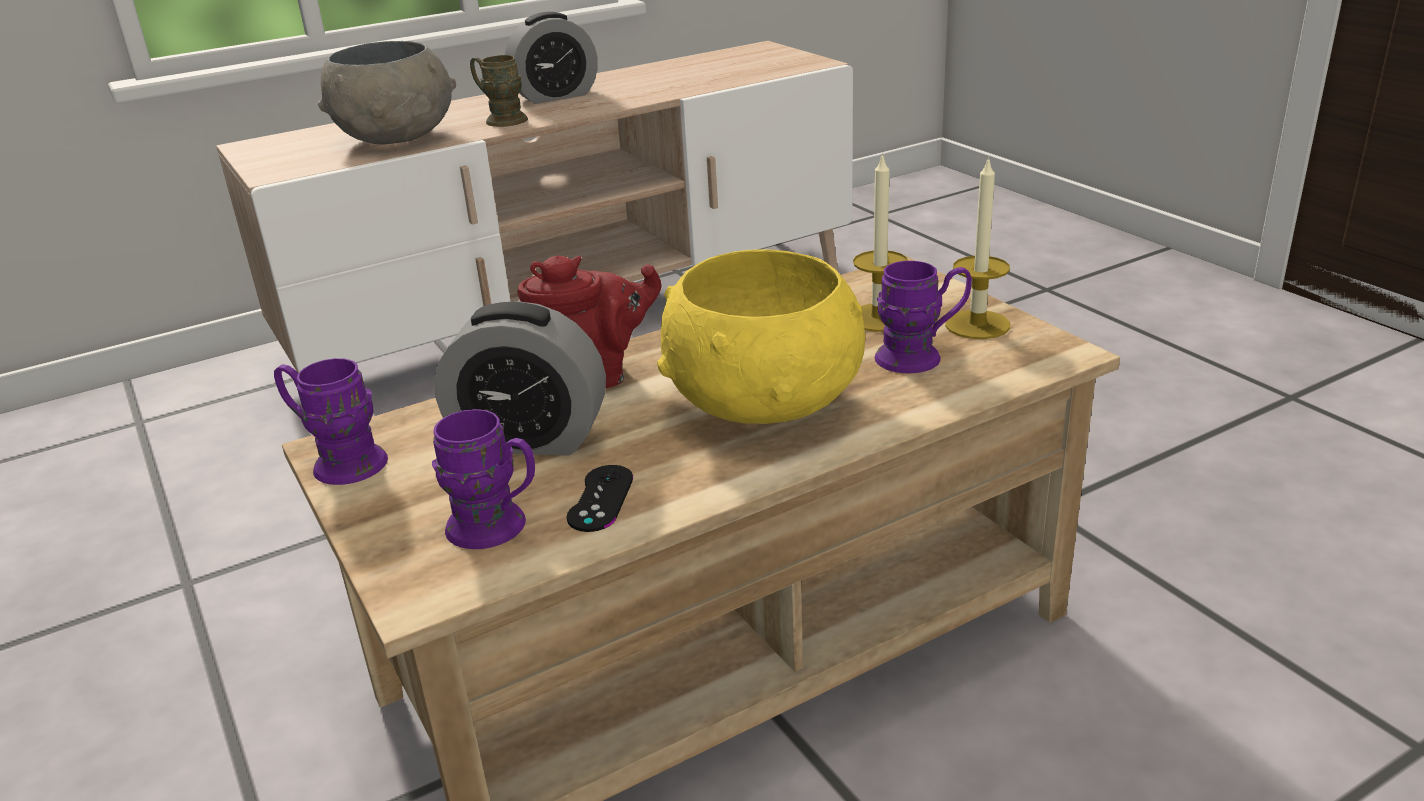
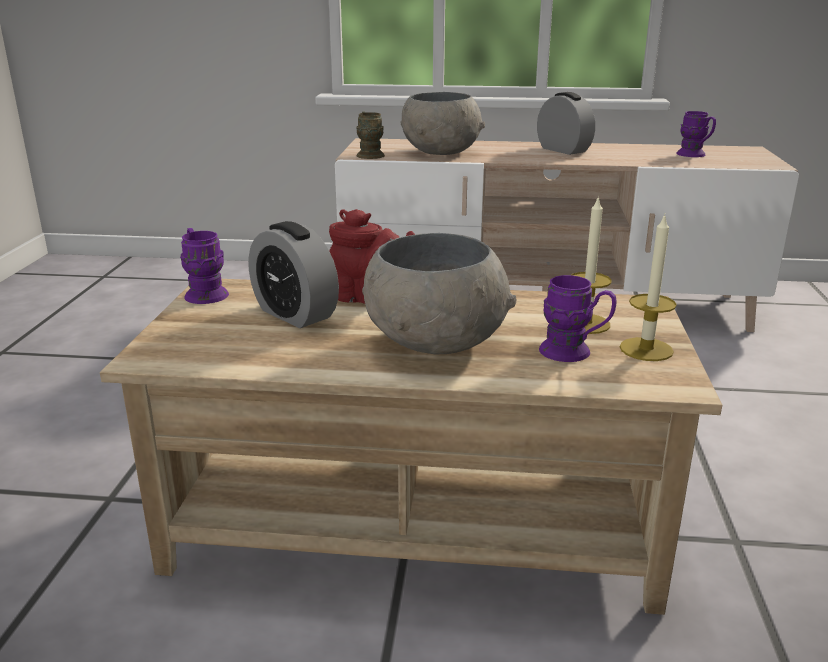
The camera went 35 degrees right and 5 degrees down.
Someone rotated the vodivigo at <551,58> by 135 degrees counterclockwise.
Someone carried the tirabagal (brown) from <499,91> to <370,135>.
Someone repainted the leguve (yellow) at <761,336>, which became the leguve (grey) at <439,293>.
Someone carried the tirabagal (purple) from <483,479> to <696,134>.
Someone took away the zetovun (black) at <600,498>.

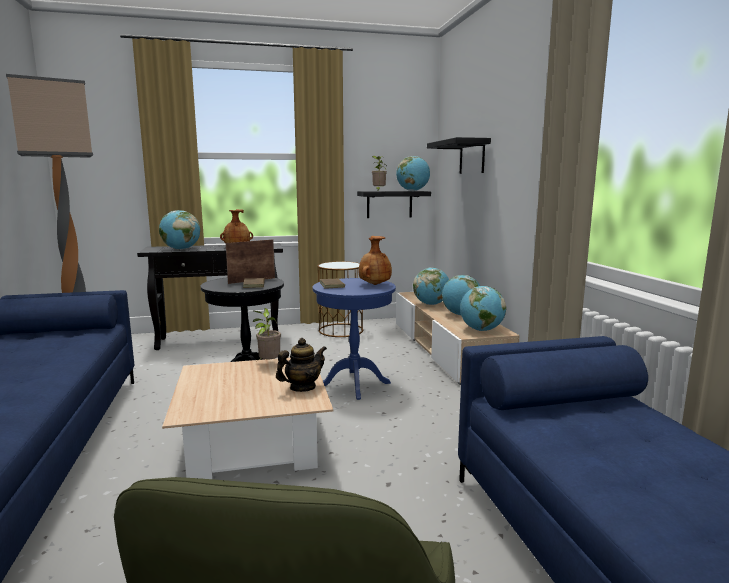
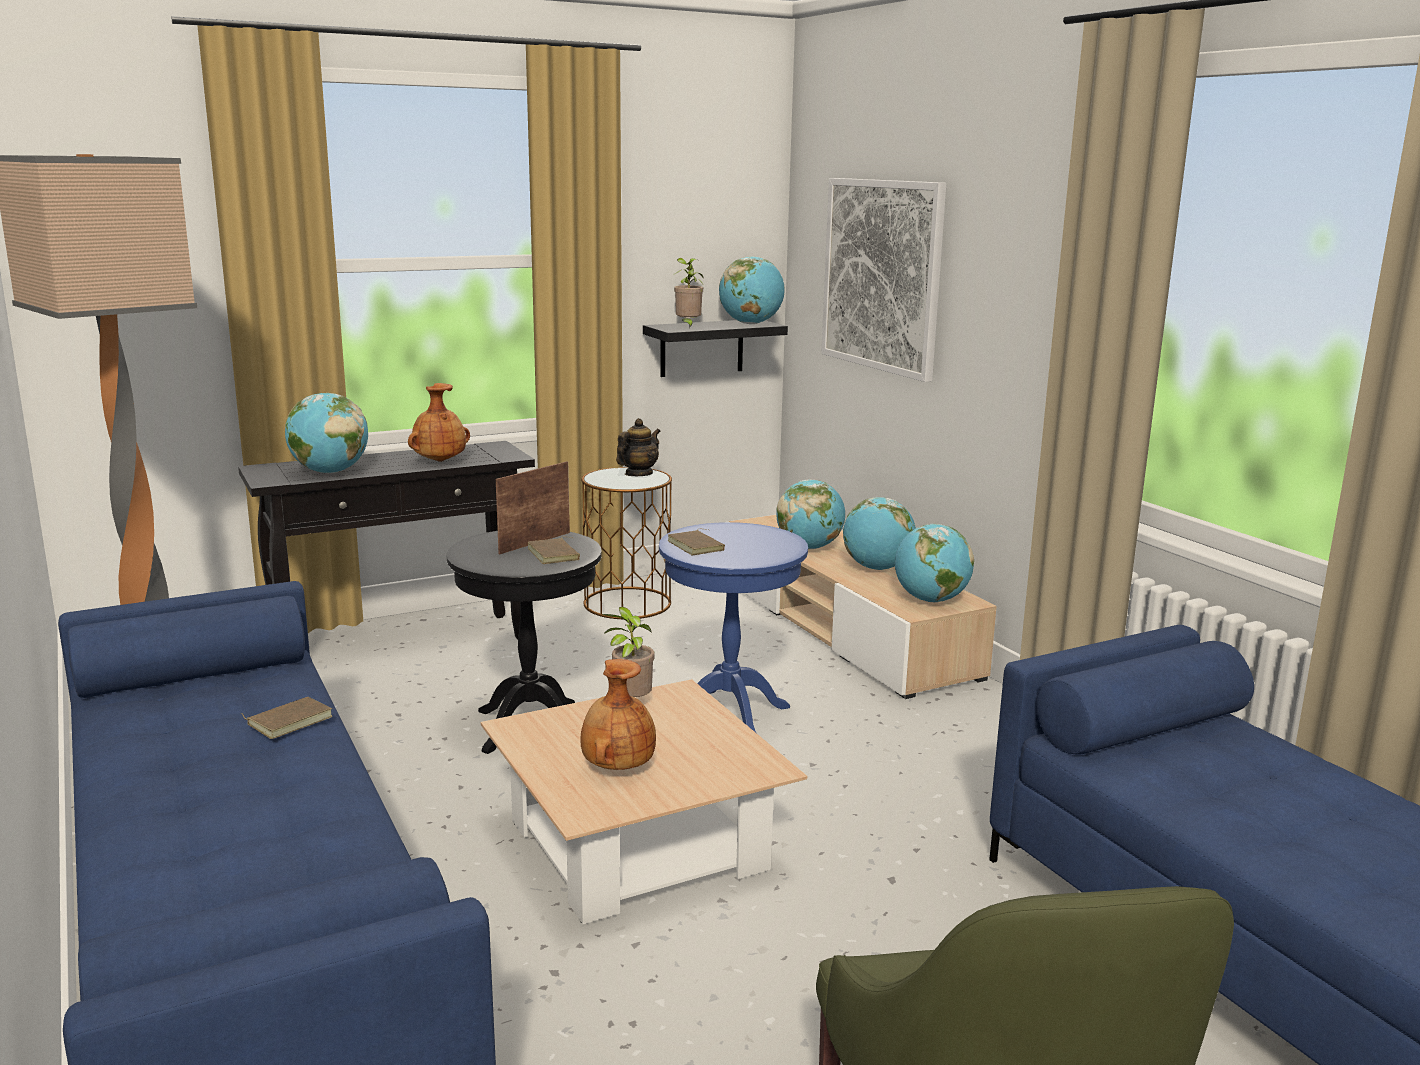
The camera went 15 degrees left and 5 degrees up.
Someone swapped the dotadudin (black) at <459,155> for the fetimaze at <883,280>.
Someone carried the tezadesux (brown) from <375,260> to <618,714>.
Someone carried the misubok from <301,365> to <638,447>.
Someone put down the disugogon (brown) at <286,718>.

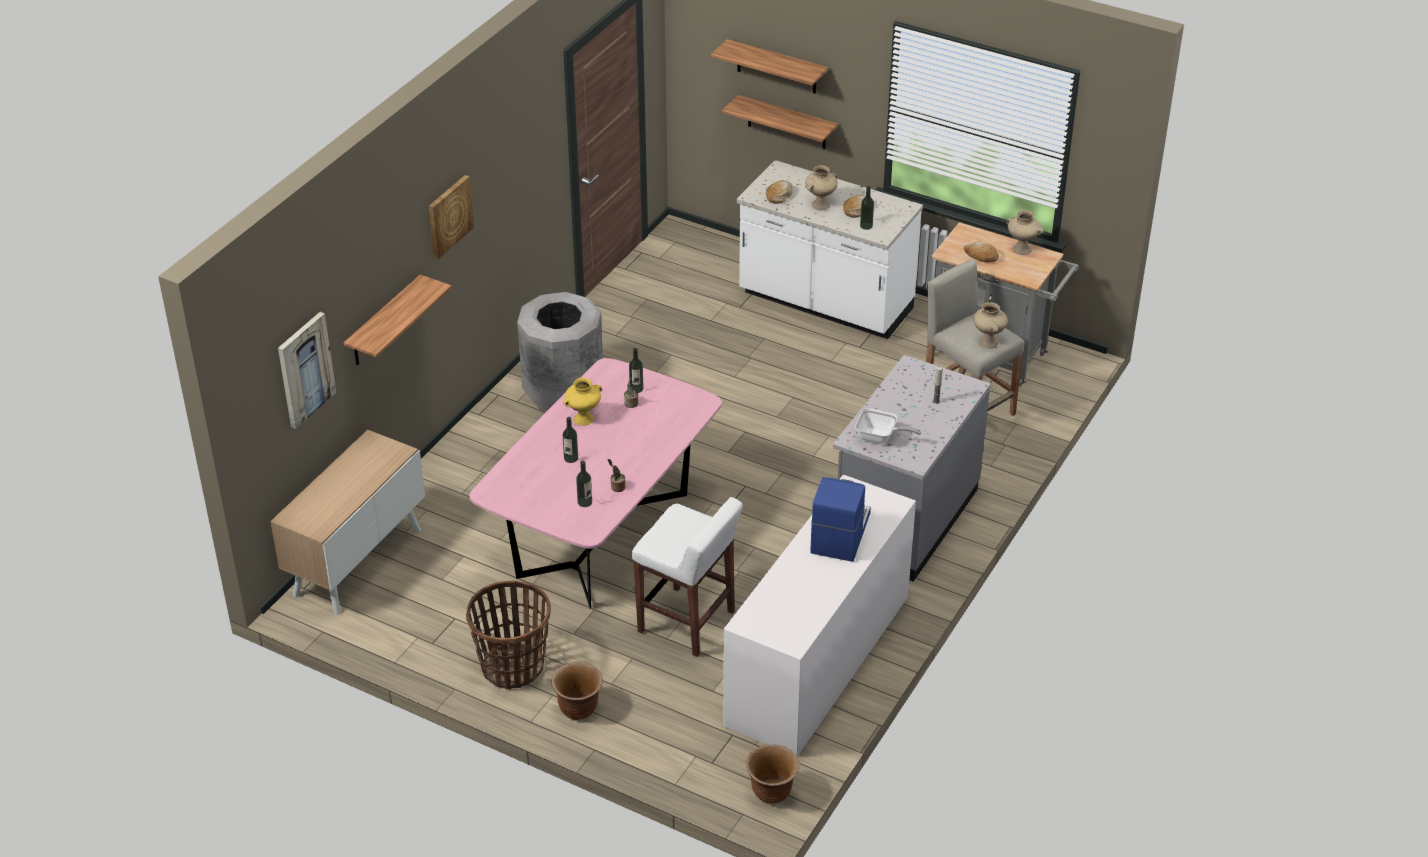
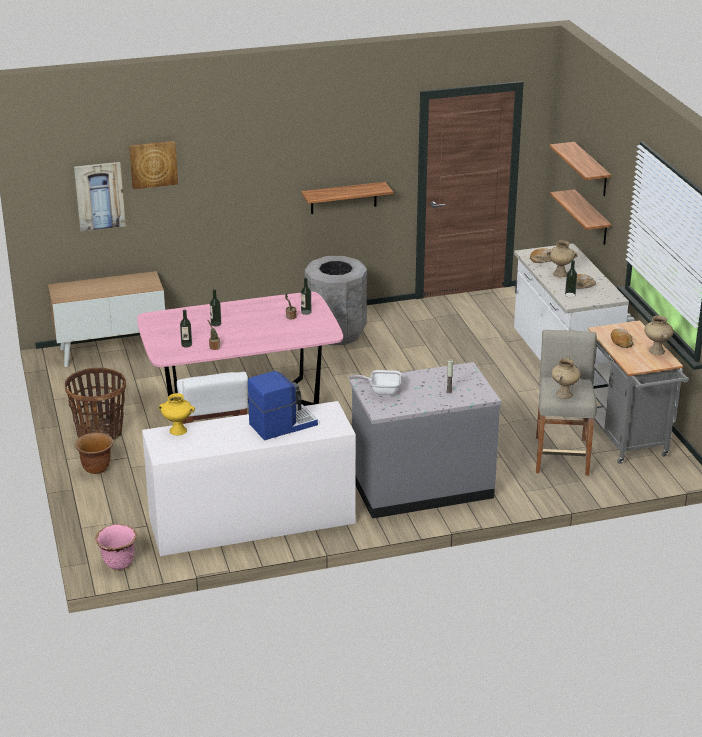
The camera went 45 degrees right and 10 degrees down.
Someone carried the fetimaze from <451,217> to <153,165>.
Someone carried the dotadudin from <398,320> to <347,198>.
Someone carried the tezadesux (yellow) from <582,401> to <177,414>.
Someone rotated the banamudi at <888,426> by 120 degrees clockwise.
Someone repainted the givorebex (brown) at <773,774>, which became the givorebex (pink) at <116,547>.

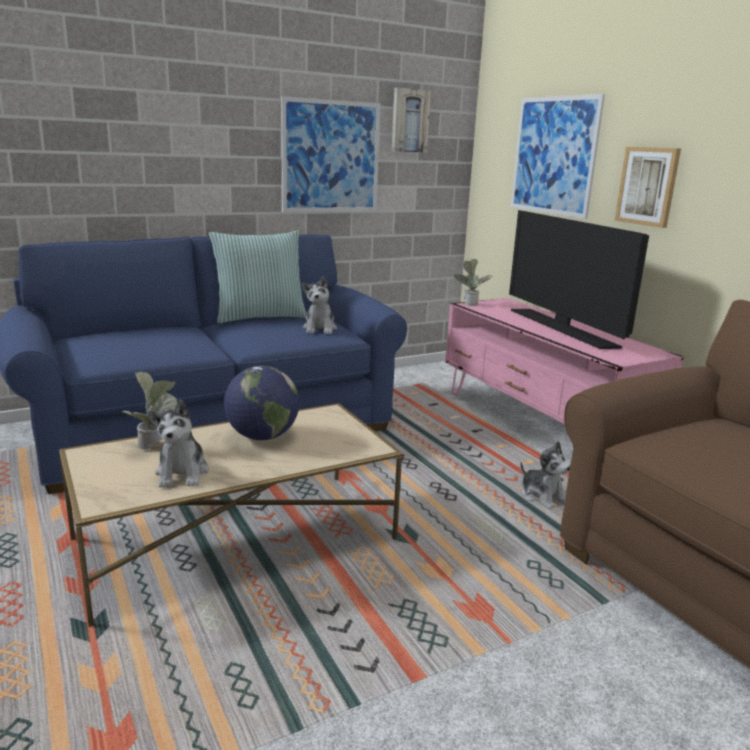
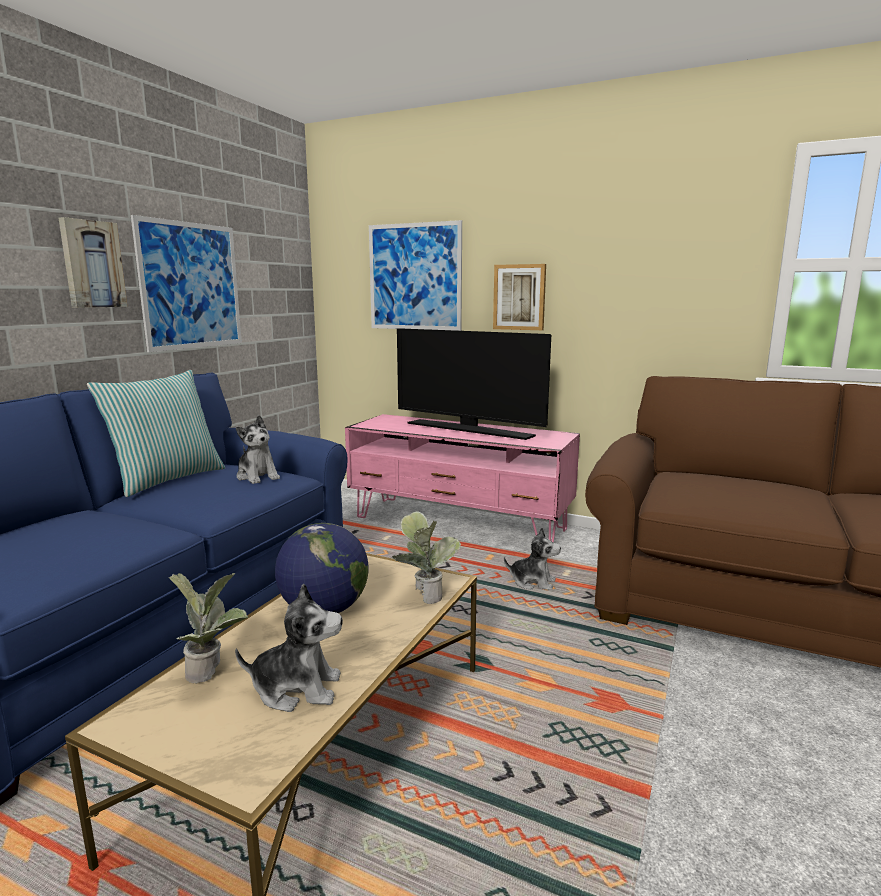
The camera went 35 degrees left and 5 degrees down.
Someone carried the fetimaze from <411,120> to <93,262>.
Someone carried the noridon from <473,281> to <426,557>.
Someone rotated the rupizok at <178,443> by 45 degrees counterclockwise.

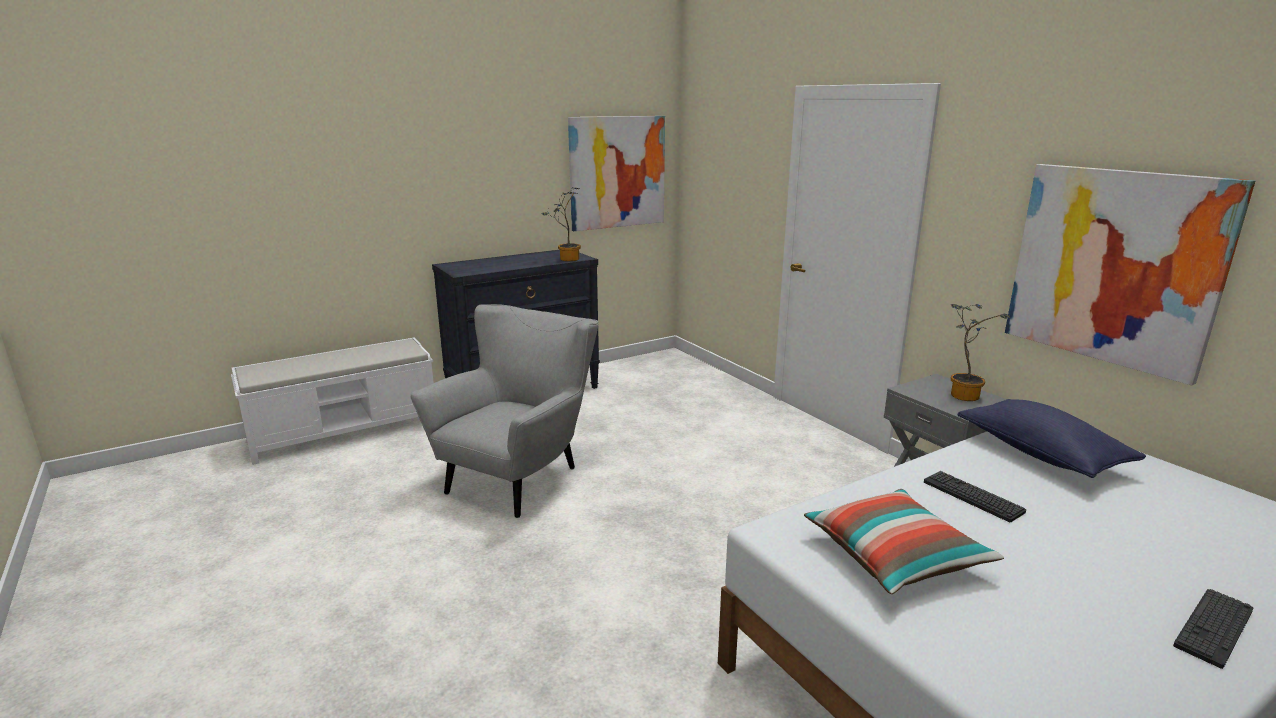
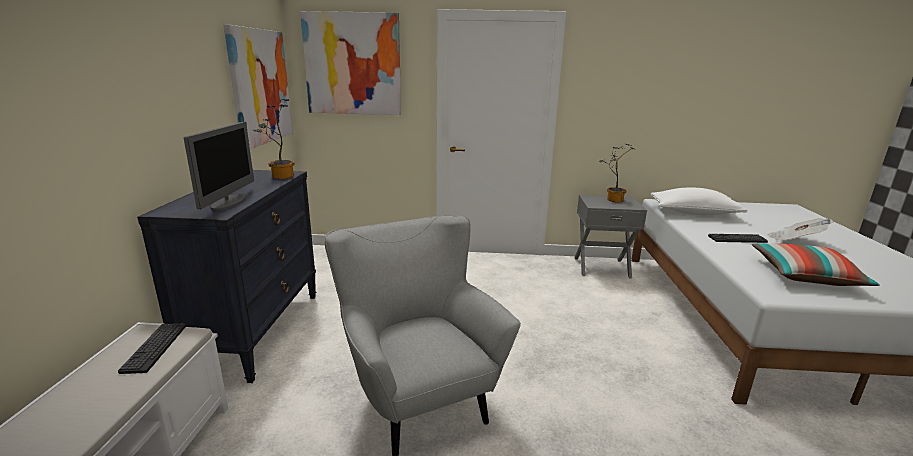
The camera went 55 degrees left and 0 degrees up.
Someone carried the fetimaze from <1130,275> to <350,63>.
Someone repainted the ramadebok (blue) at <1051,438>, which became the ramadebok (white) at <699,201>.
Someone carried the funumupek from <1213,629> to <152,348>.
Someone put down the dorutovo at <219,166>.
Someone put down the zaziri at <801,229>.

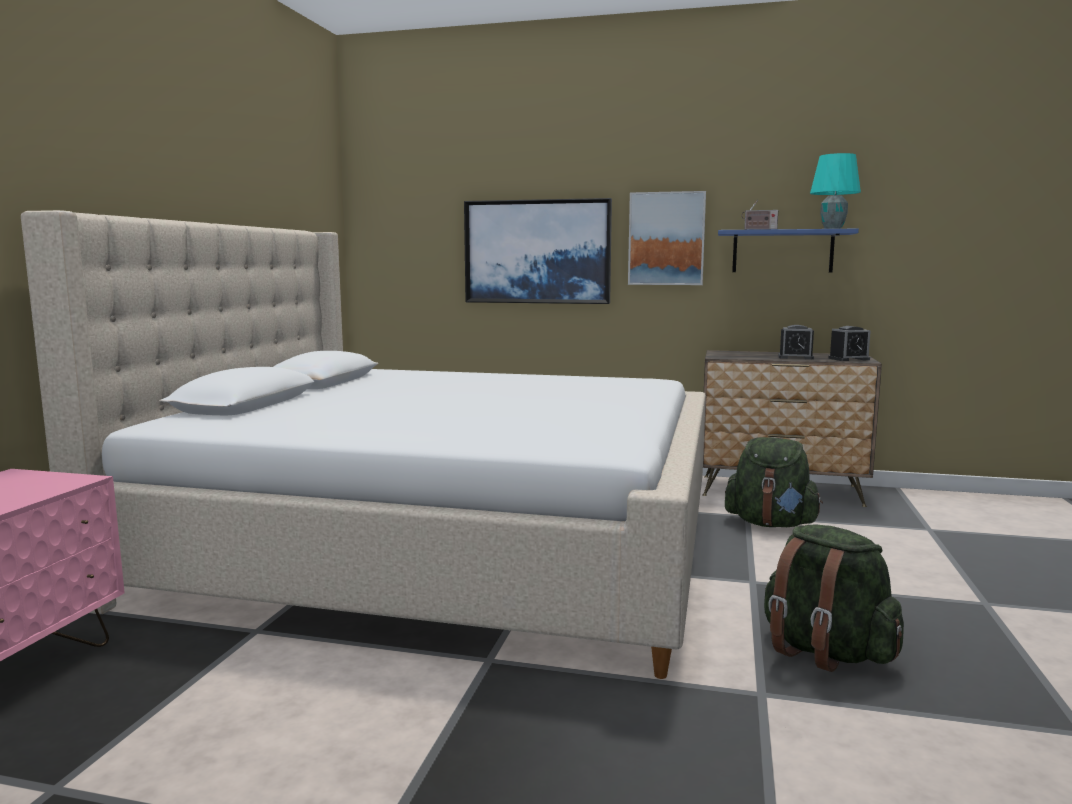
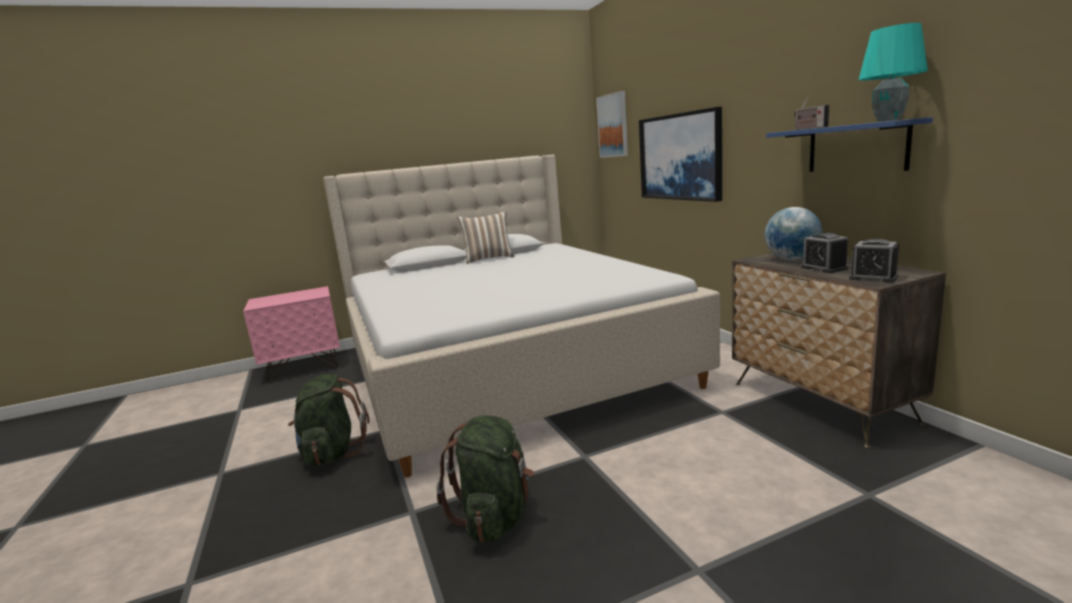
The camera went 55 degrees right and 5 degrees up.
Someone carried the fetimaze from <667,238> to <612,124>.
Someone carried the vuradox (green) from <774,482> to <328,420>.
Someone put down the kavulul at <794,233>.
Someone put down the ramadebok at <486,237>.

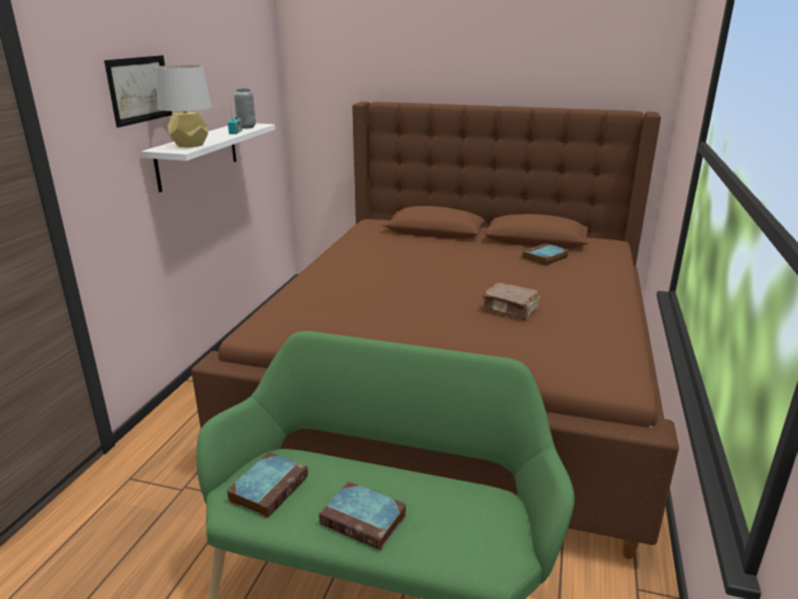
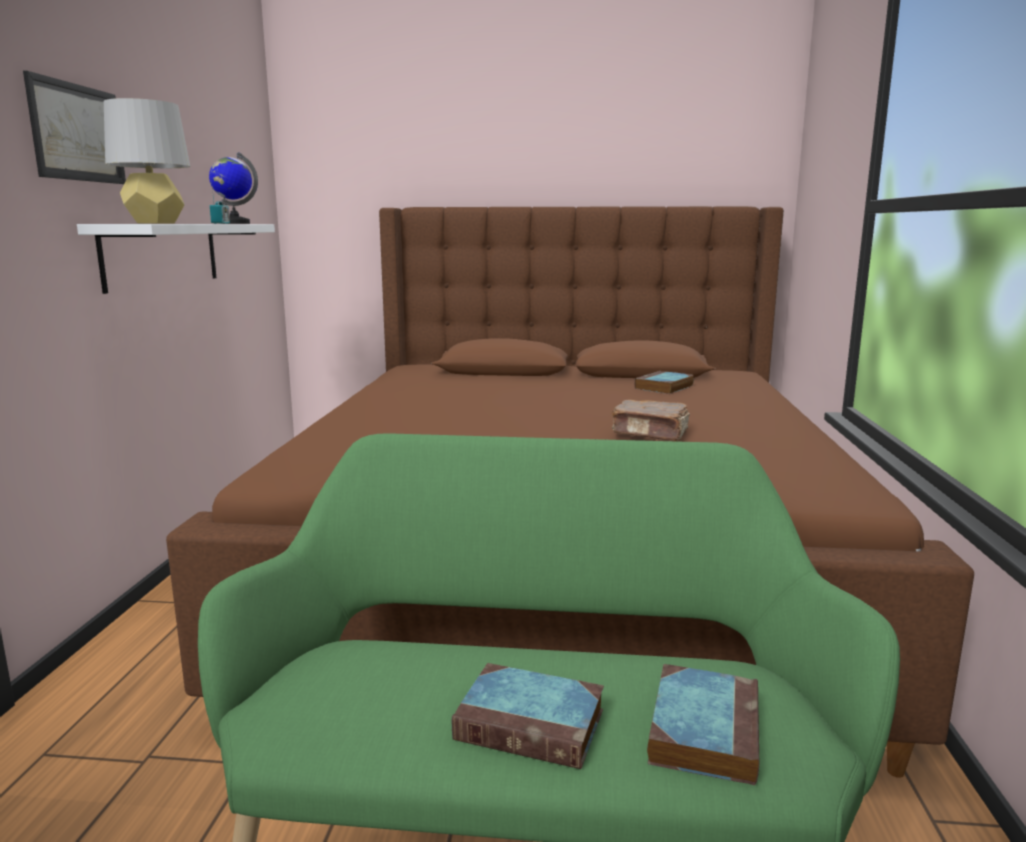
The camera went 10 degrees left and 10 degrees down.
Someone swapped the tezadesux (grey) at <245,108> for the kavulul at <233,188>.
Someone carried the disugogon from <267,485> to <703,724>.

